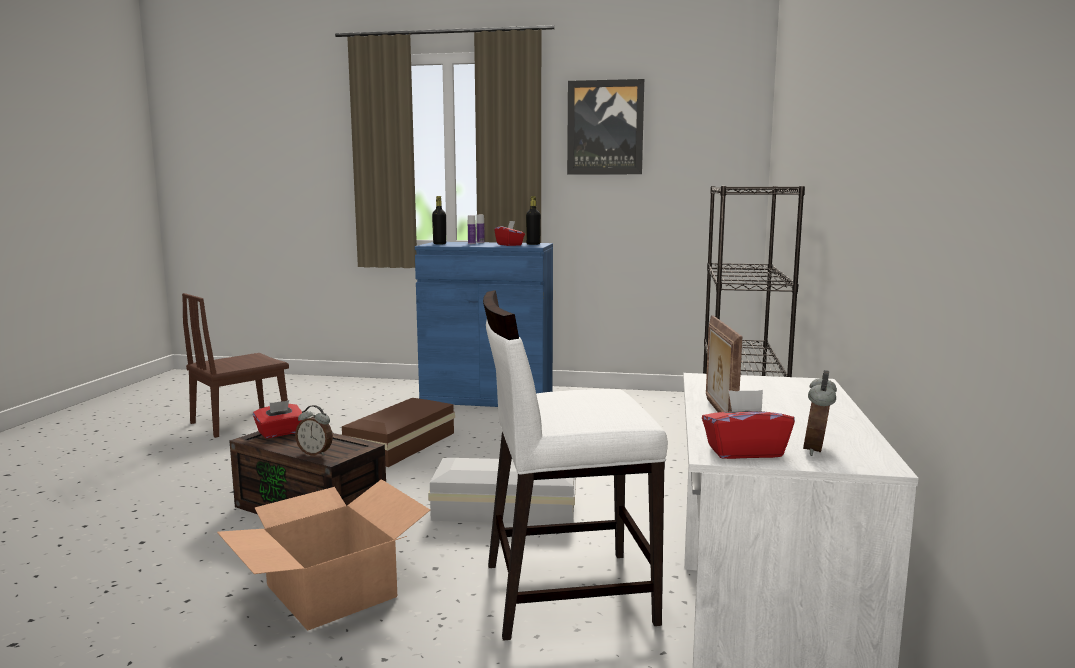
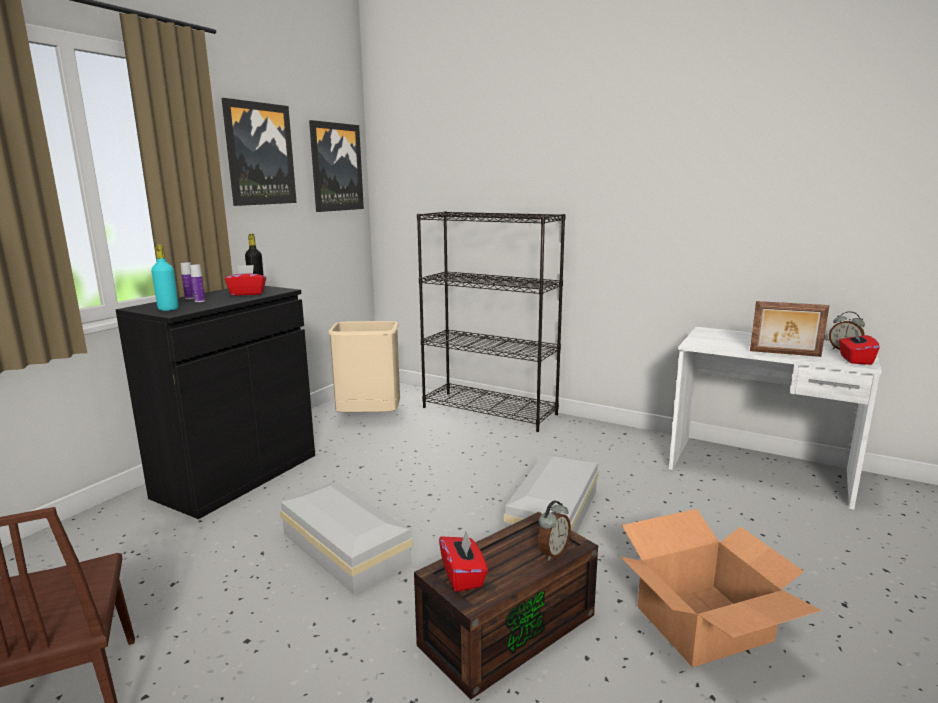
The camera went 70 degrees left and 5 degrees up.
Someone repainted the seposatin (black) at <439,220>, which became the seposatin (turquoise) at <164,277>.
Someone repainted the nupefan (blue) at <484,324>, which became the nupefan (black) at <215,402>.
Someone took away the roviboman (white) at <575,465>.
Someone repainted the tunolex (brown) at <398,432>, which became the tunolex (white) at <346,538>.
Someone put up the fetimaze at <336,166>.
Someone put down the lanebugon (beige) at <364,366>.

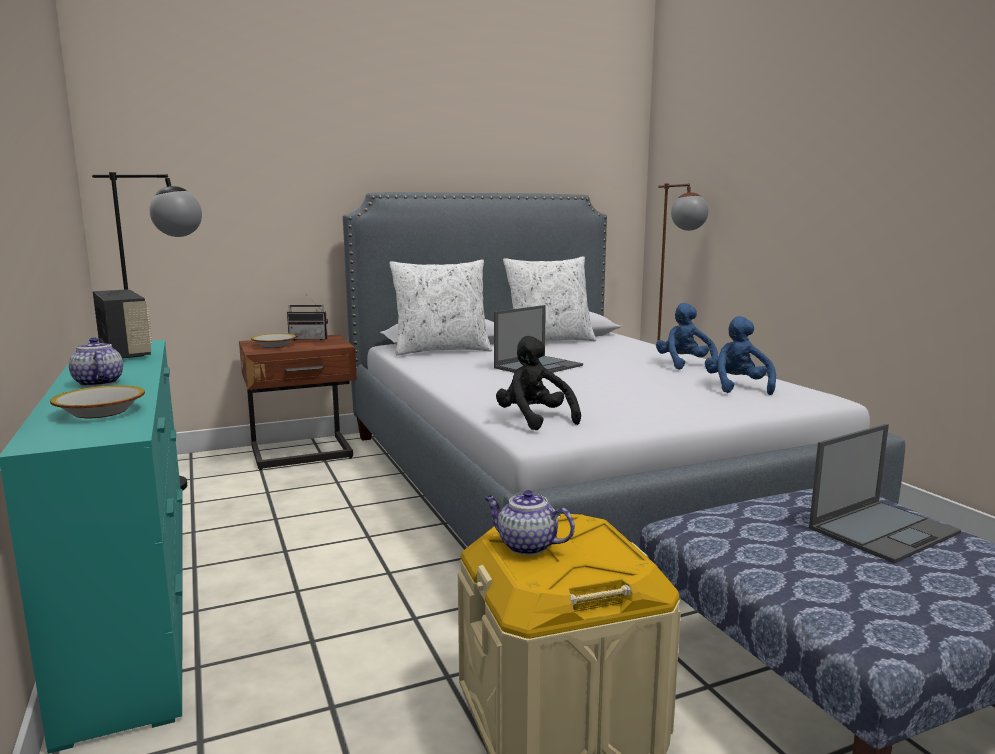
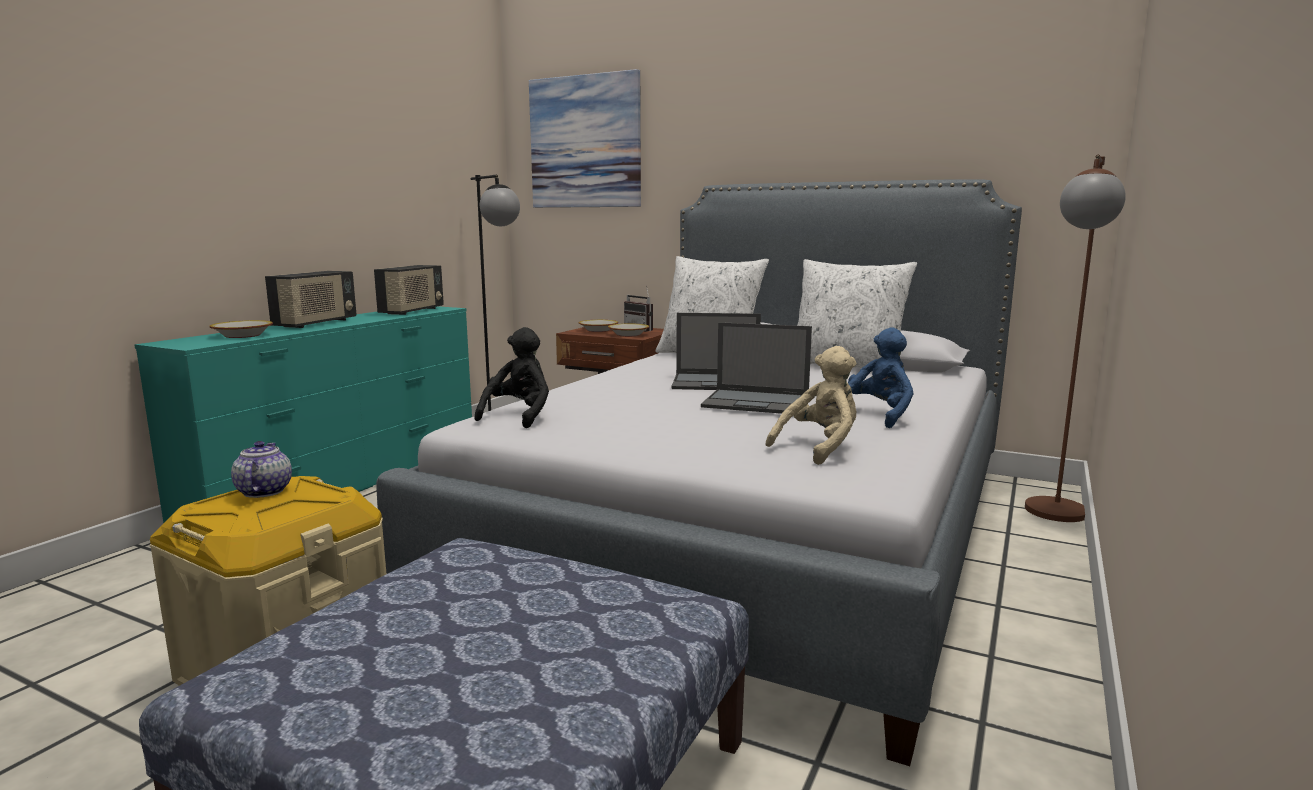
The camera went 50 degrees right and 0 degrees up.
Someone repainted the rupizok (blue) at <740,355>, which became the rupizok (beige) at <811,405>.
Someone swapped the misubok at <96,362> for the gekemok at <310,299>.
Someone carried the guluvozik from <885,493> to <756,368>.
Someone put up the fetimaze at <585,138>.
Someone put down the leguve at <628,330>.

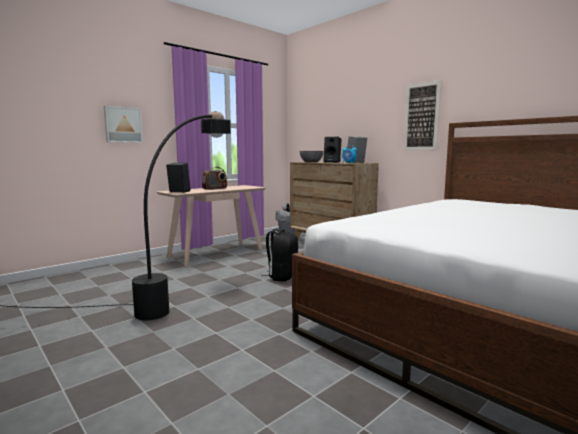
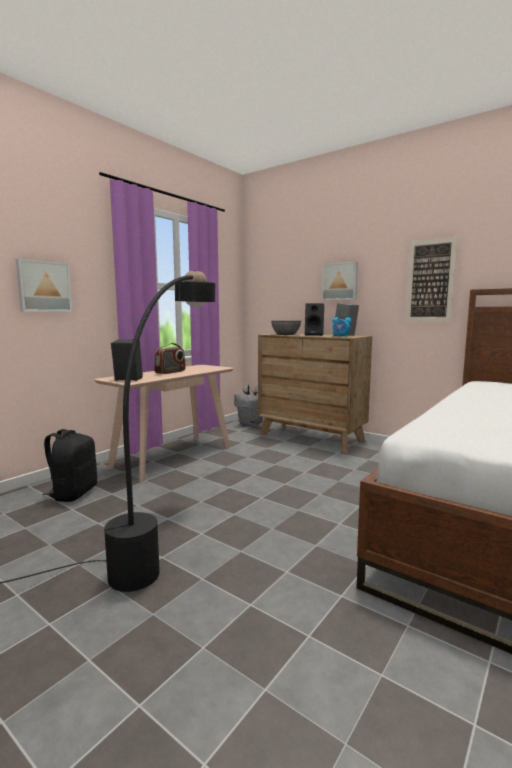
The camera went 10 degrees left and 0 degrees up.
Someone carried the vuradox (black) from <279,255> to <69,465>.
Someone put up the fetimaze at <340,280>.

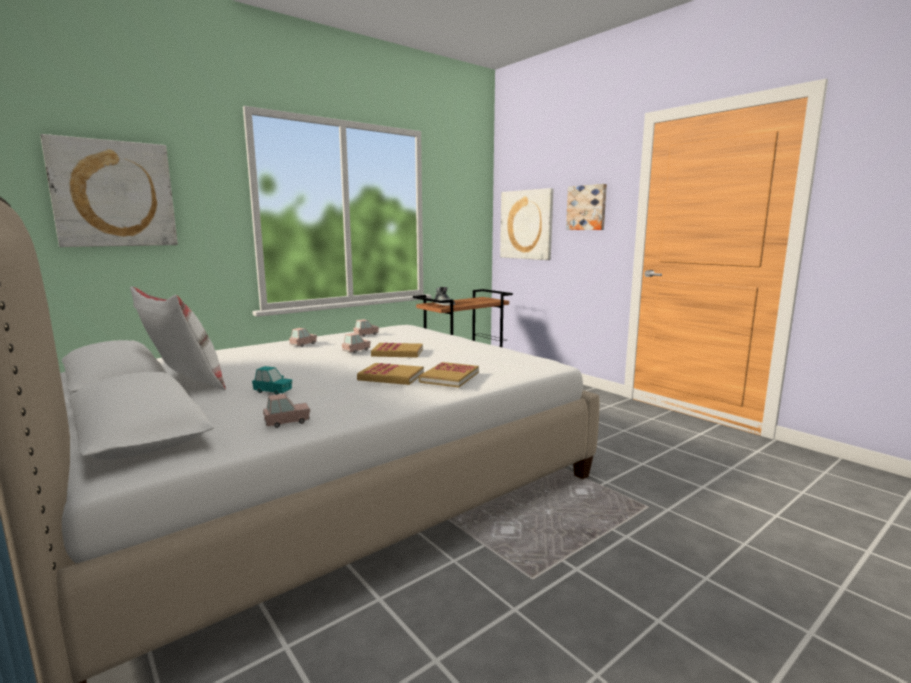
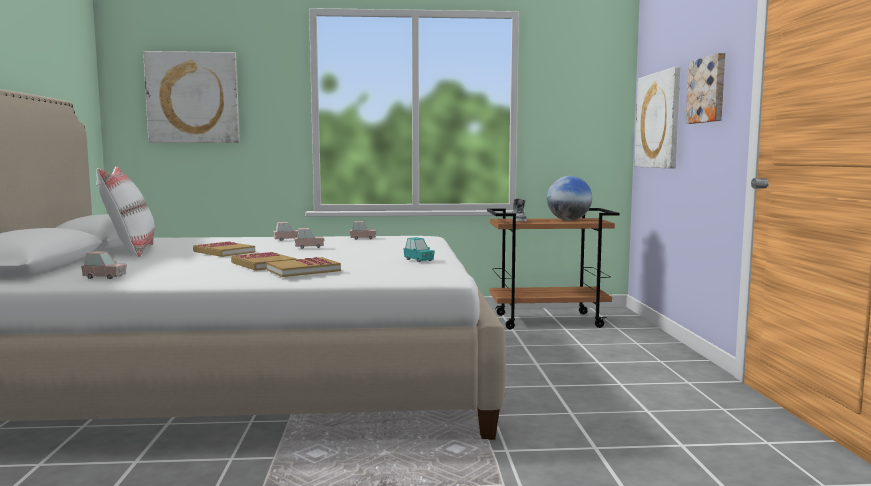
The camera went 35 degrees right and 5 degrees down.
Someone carried the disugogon from <397,350> to <224,249>.
Someone carried the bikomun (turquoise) from <272,380> to <419,249>.
Someone put down the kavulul at <569,198>.

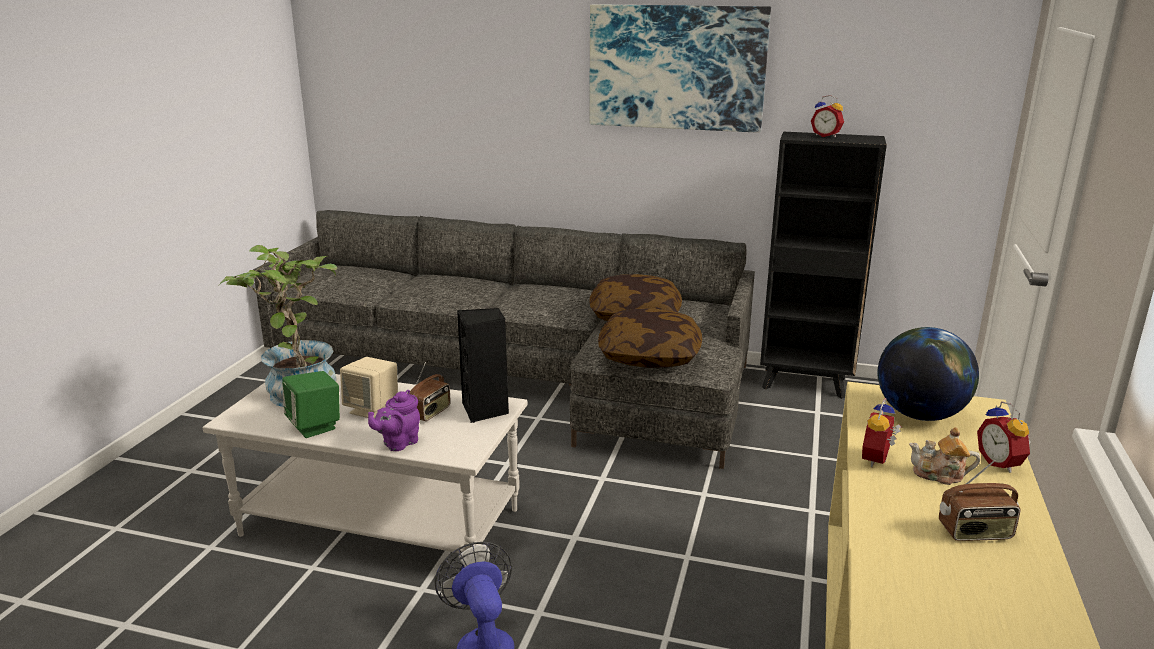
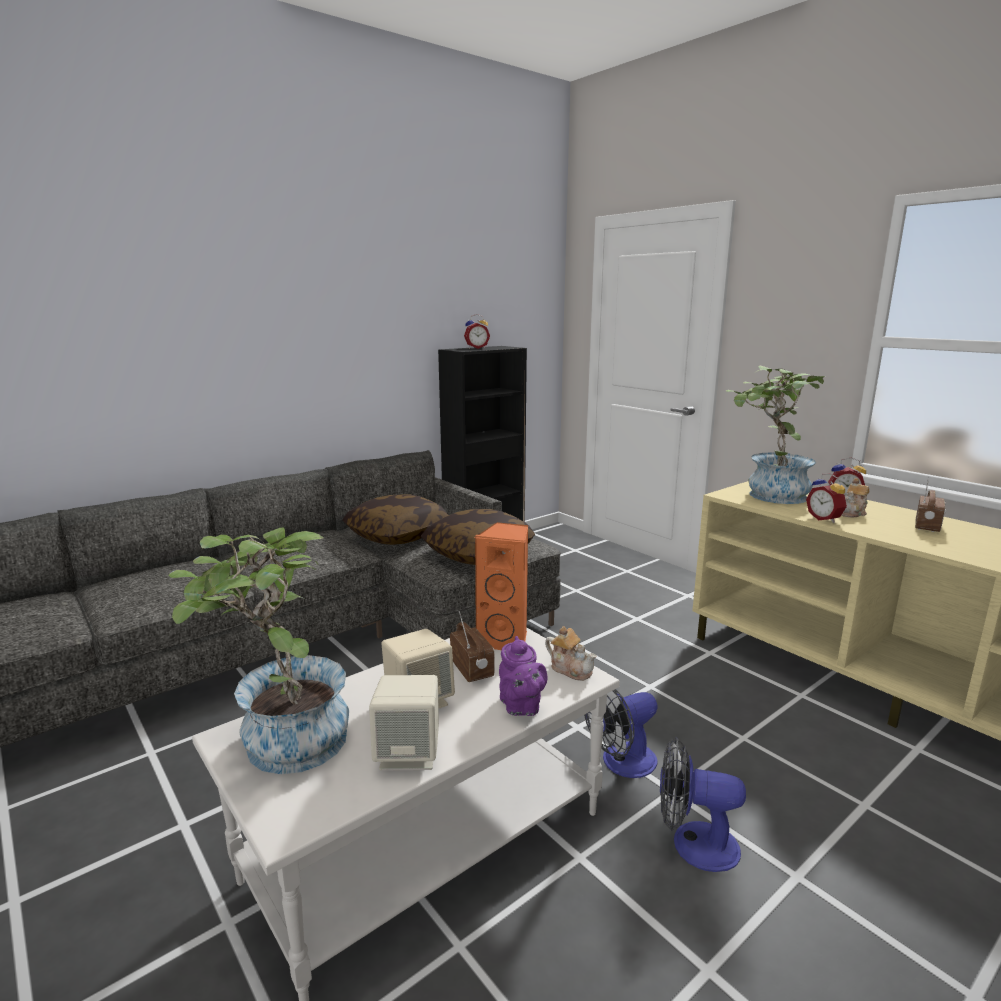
The camera went 55 degrees left and 5 degrees down.
Someone took away the fetimaze at <680,68>.
Someone repainted the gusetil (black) at <483,365>, which became the gusetil (orange) at <501,586>.
Someone swapped the kavulul at <928,374> for the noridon at <775,435>.
Someone repainted the gusetil (green) at <311,404>, which became the gusetil (beige) at <404,723>.
Someone put down the misubok at <571,653>.
Someone put down the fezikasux at <621,733>.

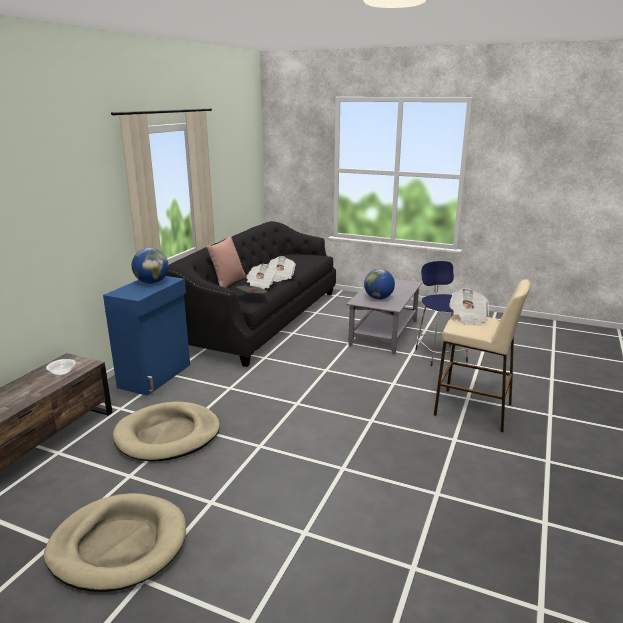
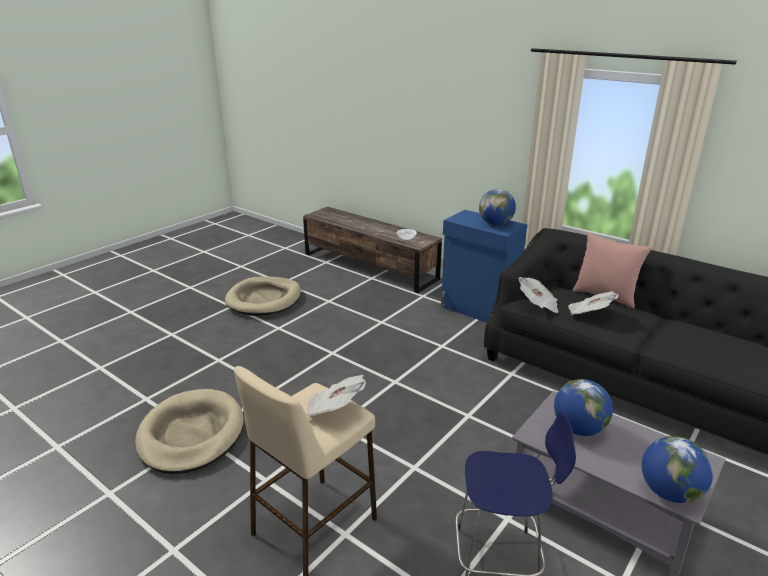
The camera went 105 degrees right and 5 degrees up.
Someone took away the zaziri at <282,269>.
Someone carried the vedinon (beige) from <166,431> to <189,431>.
Someone put down the kavulul at <677,469>.

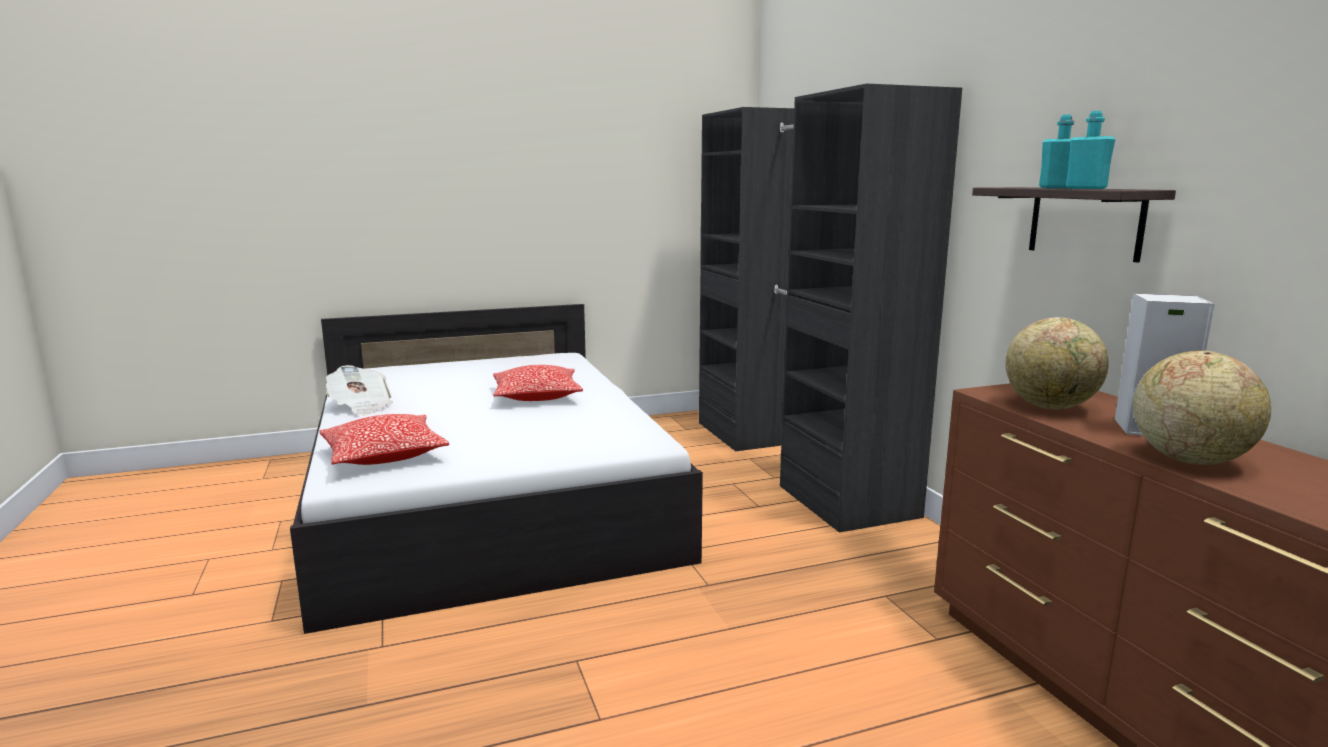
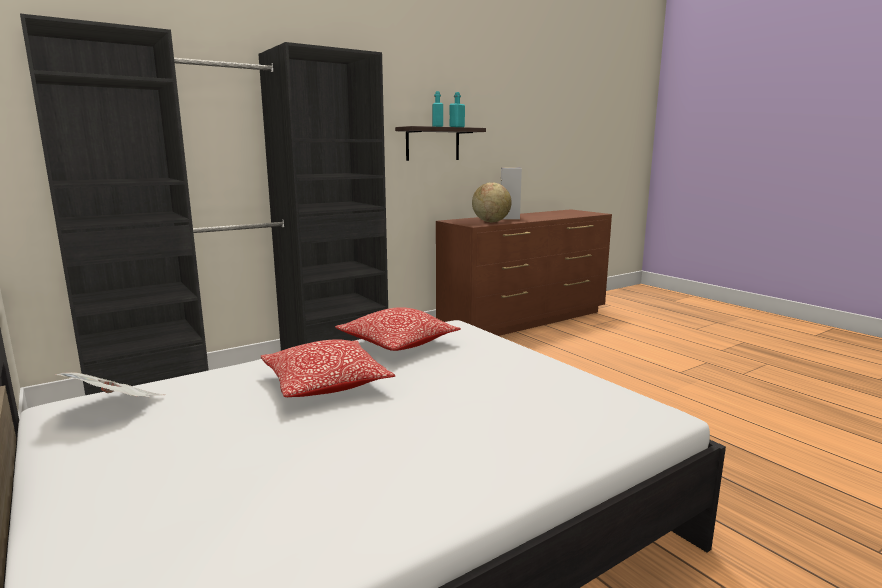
The camera went 105 degrees left and 0 degrees up.
Someone took away the kavulul at <1202,408>.
Someone carried the zaziri from <359,390> to <110,384>.
Someone carried the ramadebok from <384,439> to <398,329>.

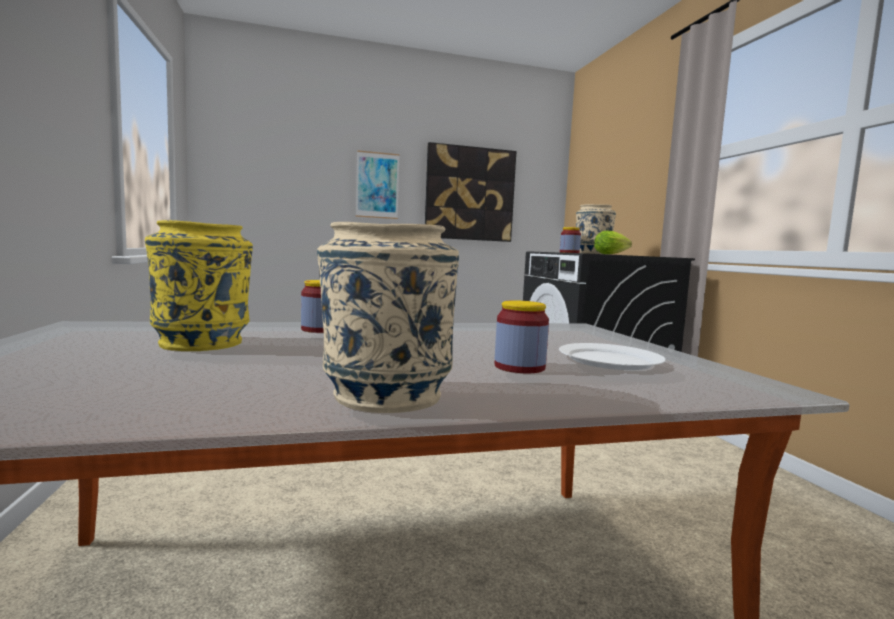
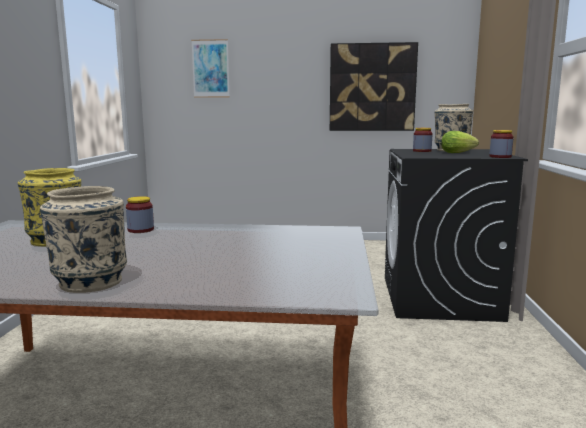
The camera went 20 degrees right and 5 degrees up.
Someone carried the fetimaze from <378,184> to <210,68>.
Someone carried the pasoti from <522,336> to <501,144>.
Someone took away the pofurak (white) at <612,356>.

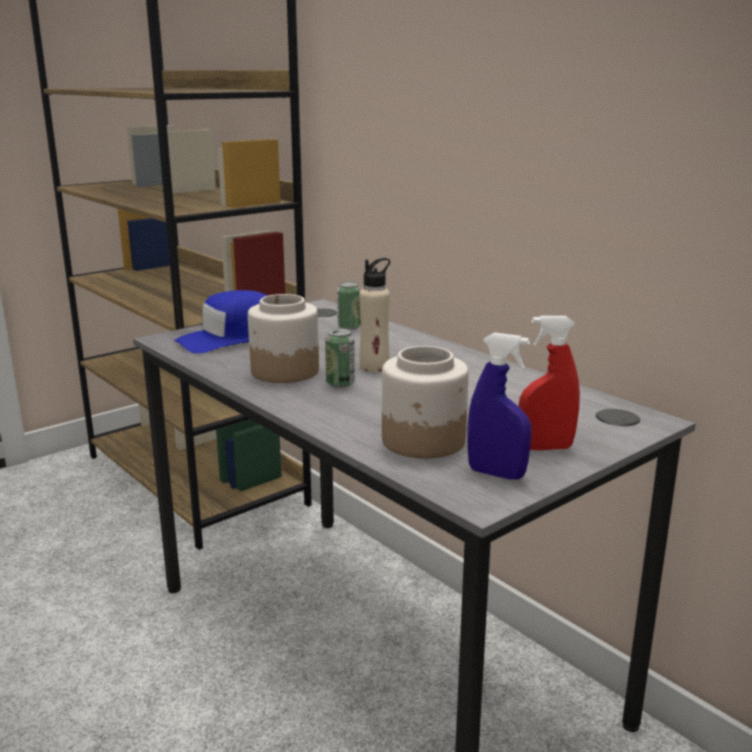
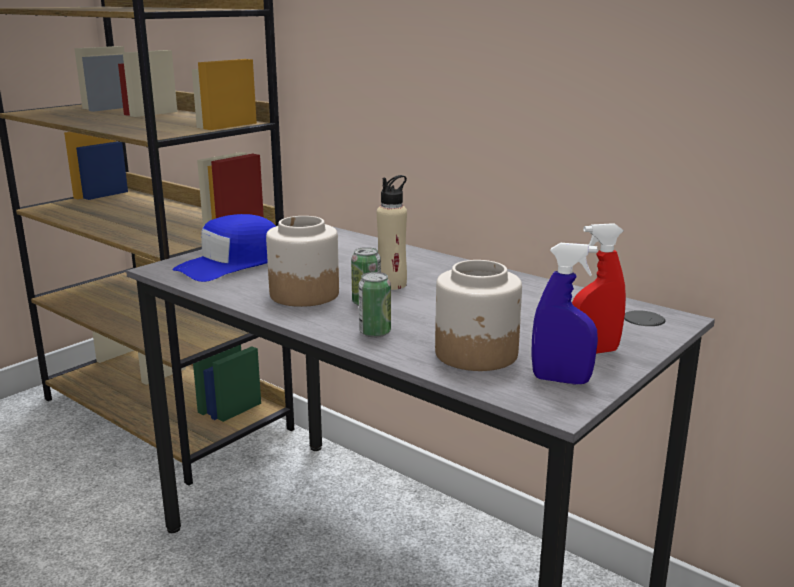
The camera went 10 degrees left and 0 degrees up.
Someone carried the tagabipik from <349,306> to <375,305>.

